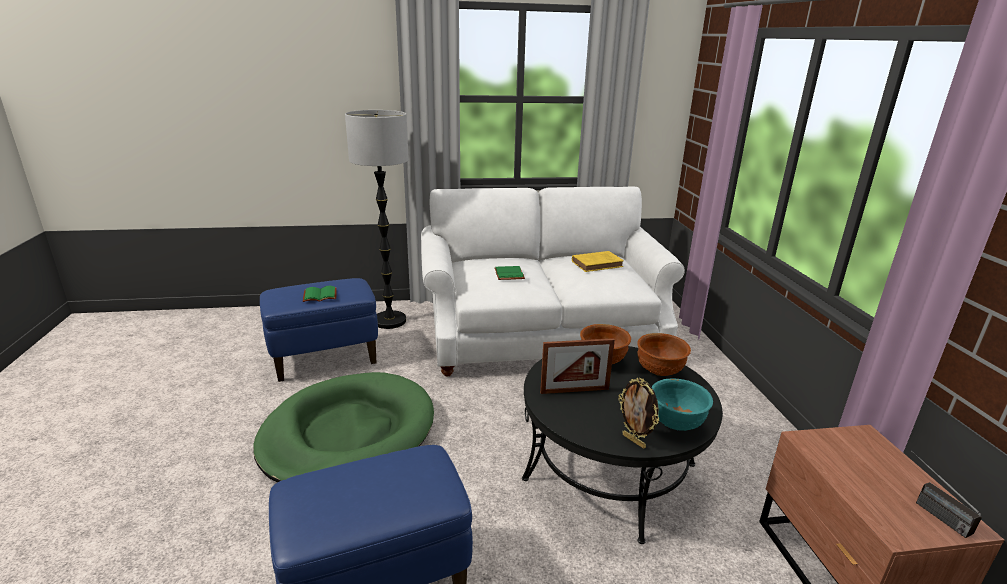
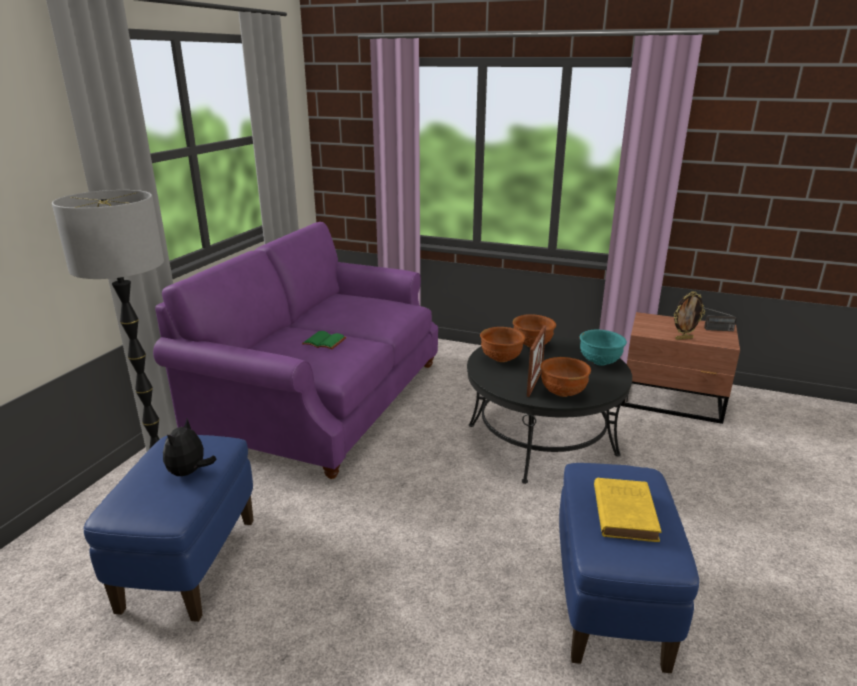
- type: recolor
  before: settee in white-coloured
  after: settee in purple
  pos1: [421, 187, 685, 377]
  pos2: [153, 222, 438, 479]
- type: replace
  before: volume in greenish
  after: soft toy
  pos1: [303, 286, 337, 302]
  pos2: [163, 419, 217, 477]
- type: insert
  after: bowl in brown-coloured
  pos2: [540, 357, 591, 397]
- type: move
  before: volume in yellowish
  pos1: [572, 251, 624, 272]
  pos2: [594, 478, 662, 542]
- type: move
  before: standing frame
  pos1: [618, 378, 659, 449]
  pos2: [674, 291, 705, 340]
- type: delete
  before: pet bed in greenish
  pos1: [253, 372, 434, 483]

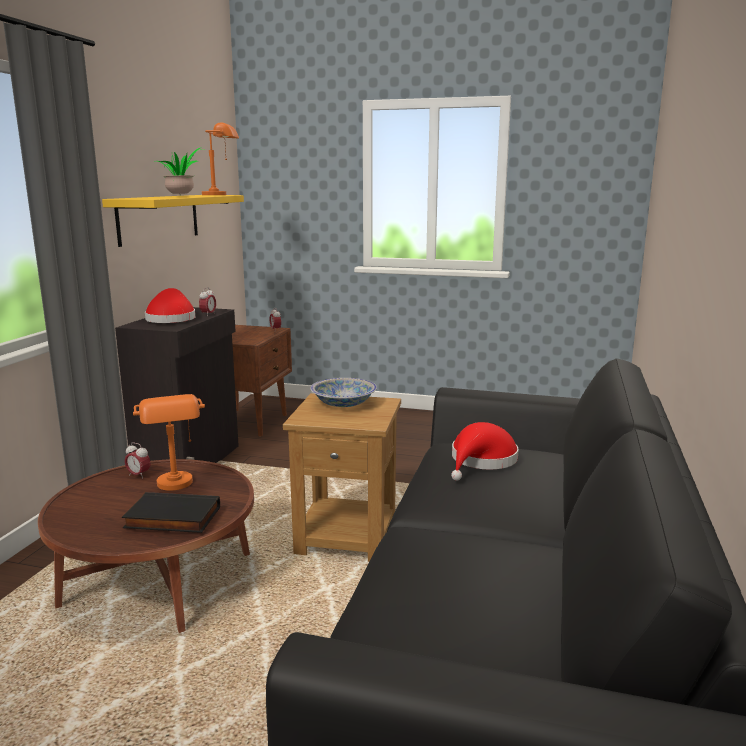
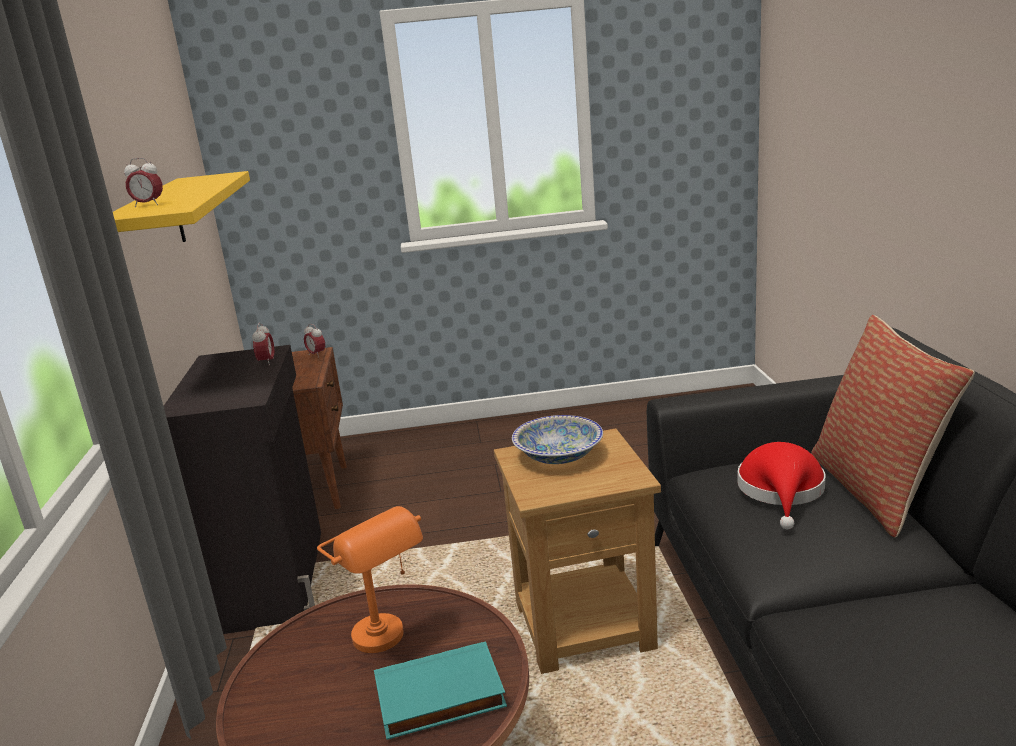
- type: move
  before: alarm clock
  pos1: [125, 442, 151, 479]
  pos2: [124, 158, 163, 207]
- type: recolor
  before: volume in black-coloured
  after: volume in turquoise-coloured
  pos1: [122, 492, 220, 533]
  pos2: [374, 641, 507, 740]
- type: insert
  after: cushion
  pos2: [811, 315, 975, 538]
- type: delete
  before: wearable hat in reddish
  pos1: [145, 288, 195, 323]
- type: delete
  before: plant in a pot
  pos1: [154, 147, 206, 194]
- type: delete
  before: lamp for a table in orange-coloured
  pos1: [202, 122, 239, 195]

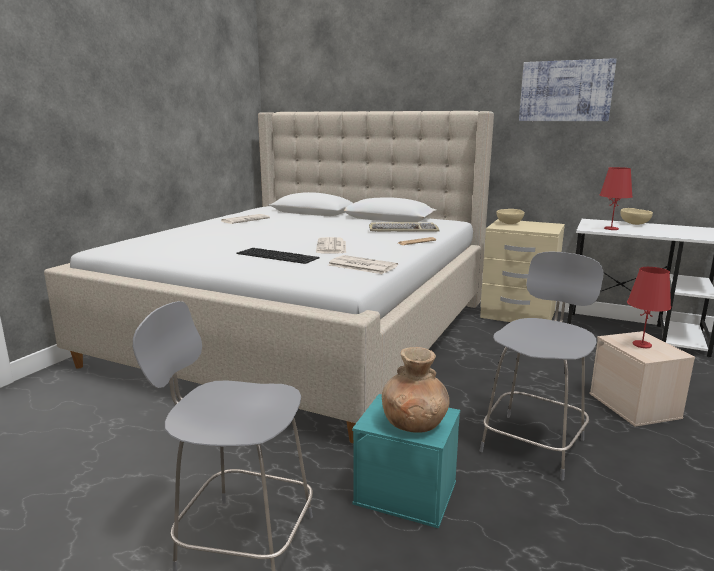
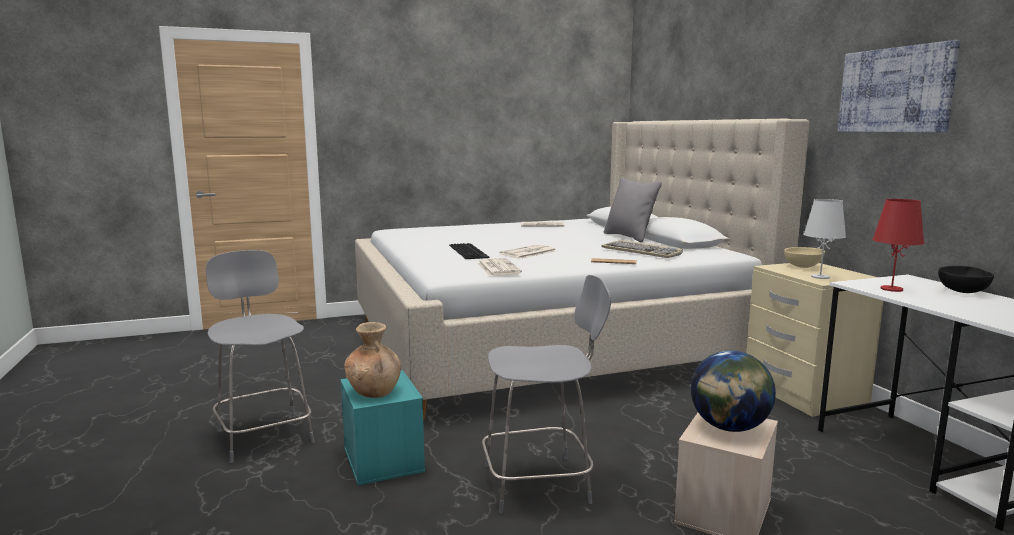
- type: insert
  after: cushion in greyish
  pos2: [604, 178, 662, 242]
- type: replace
  before: lamp for a table in reddish
  after: globe
  pos1: [627, 267, 671, 348]
  pos2: [691, 350, 776, 432]
- type: insert
  after: lamp for a table in white-coloured
  pos2: [804, 199, 846, 279]
- type: recolor
  before: bowl in beige
  after: bowl in black-coloured
  pos1: [620, 208, 653, 225]
  pos2: [938, 266, 994, 293]

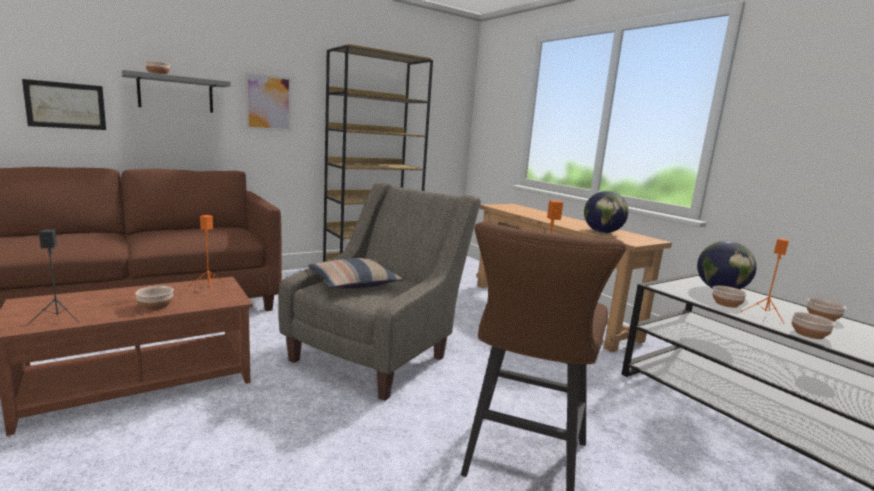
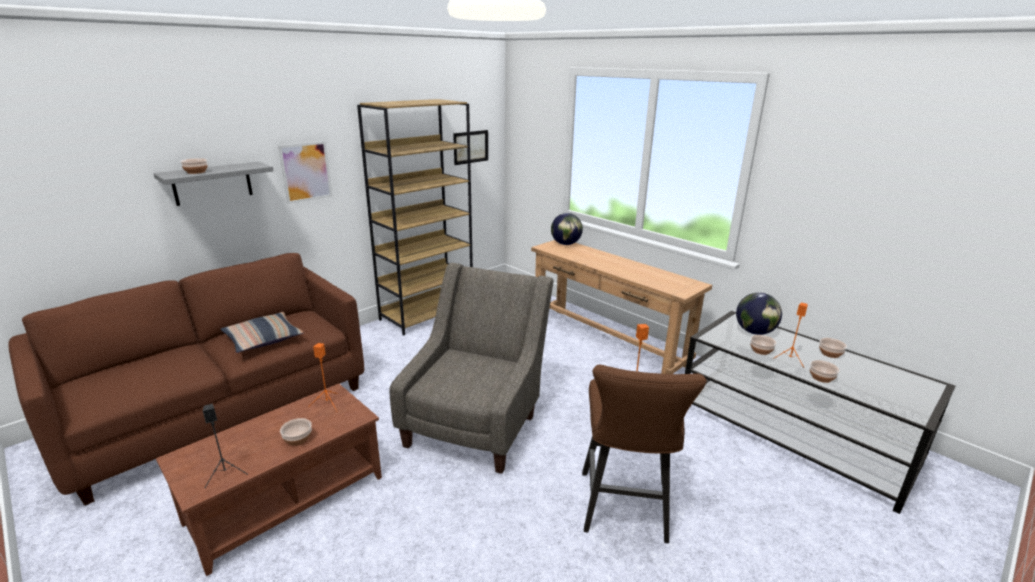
- type: move
  before: cushion
  pos1: [308, 258, 403, 289]
  pos2: [221, 312, 304, 353]
- type: move
  before: wall art
  pos1: [22, 79, 106, 130]
  pos2: [453, 130, 488, 165]
- type: move
  before: globe
  pos1: [584, 191, 629, 233]
  pos2: [551, 213, 583, 245]

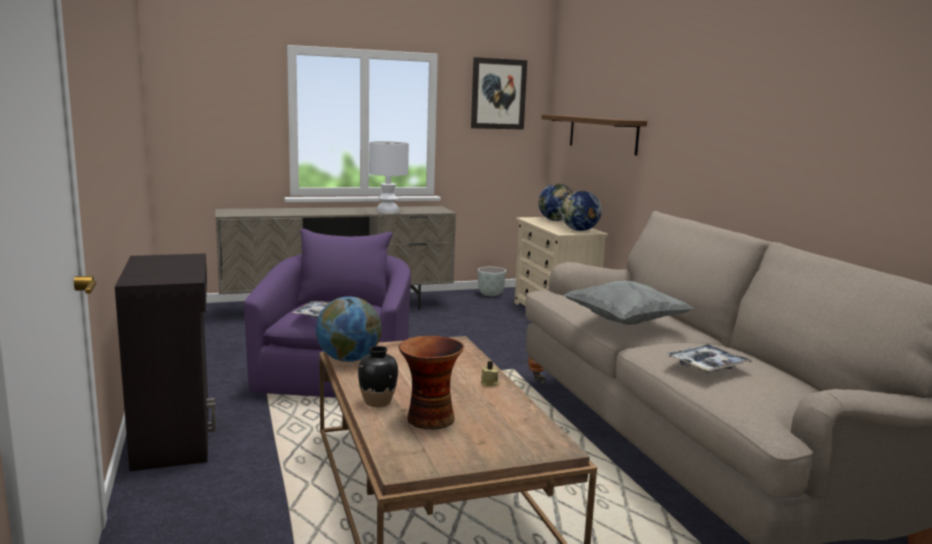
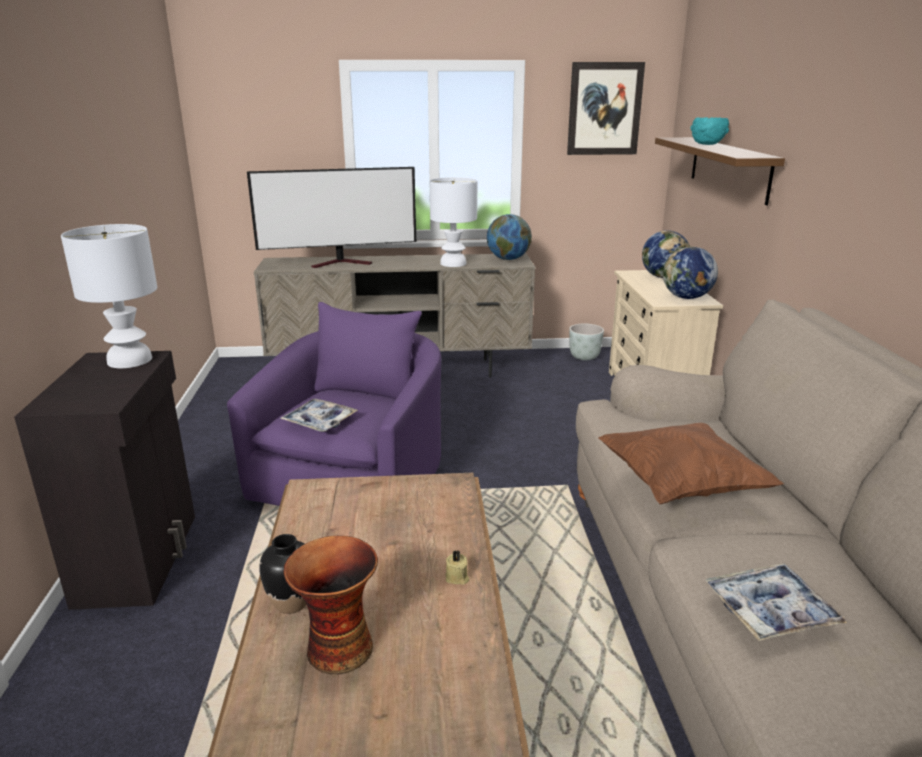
- type: insert
  after: lamp for a table in white-coloured
  pos2: [61, 224, 157, 368]
- type: insert
  after: TV set
  pos2: [247, 167, 416, 268]
- type: move
  before: globe
  pos1: [316, 296, 382, 362]
  pos2: [487, 214, 532, 260]
- type: recolor
  before: cushion in greyish
  after: cushion in brown-coloured
  pos1: [564, 281, 693, 325]
  pos2: [598, 423, 784, 504]
- type: insert
  after: bowl in turquoise-coloured
  pos2: [690, 117, 729, 145]

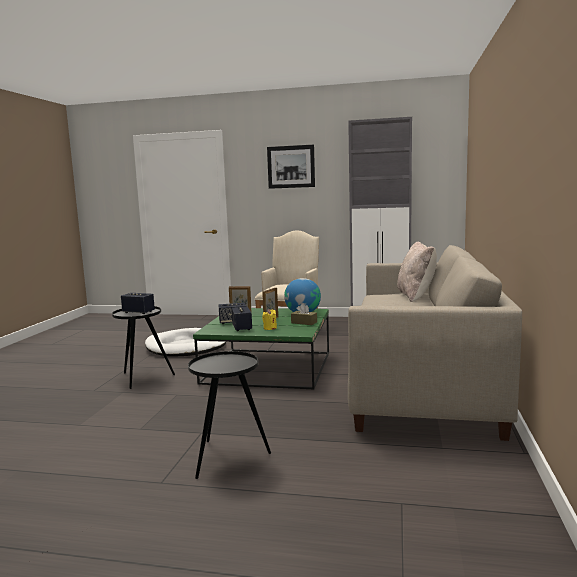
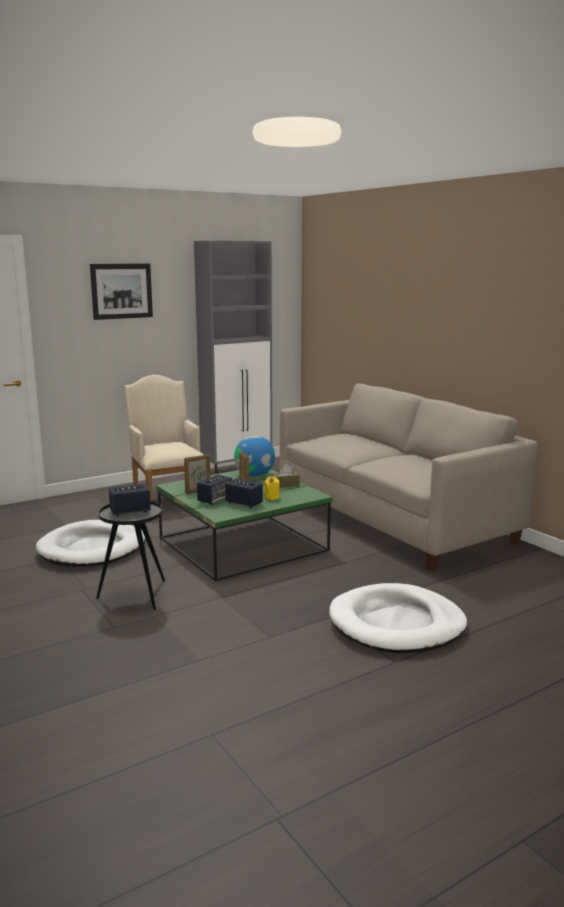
- type: replace
  before: side table in black-coloured
  after: pet bed in white-coloured
  pos1: [188, 351, 271, 479]
  pos2: [329, 583, 467, 653]
- type: delete
  before: cushion in beige
  pos1: [397, 241, 437, 302]

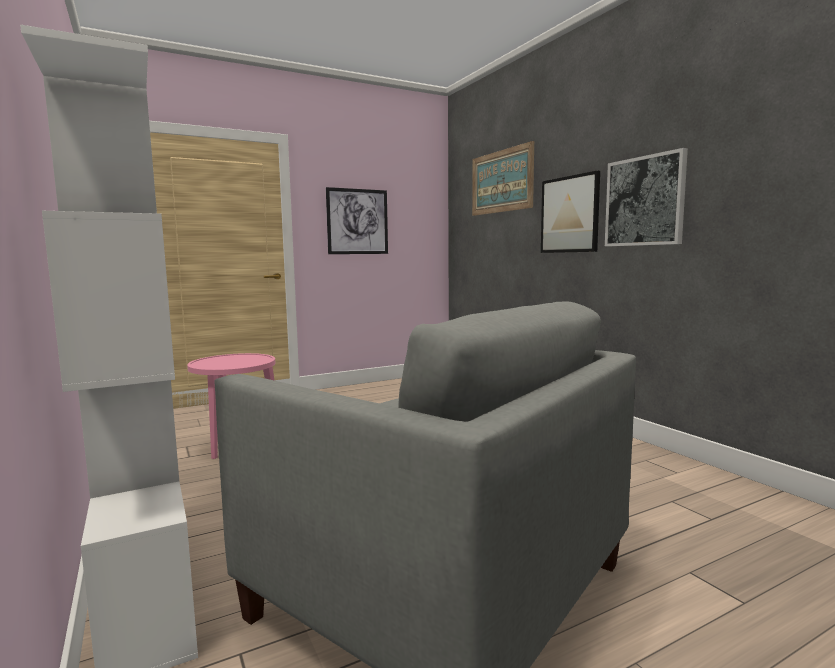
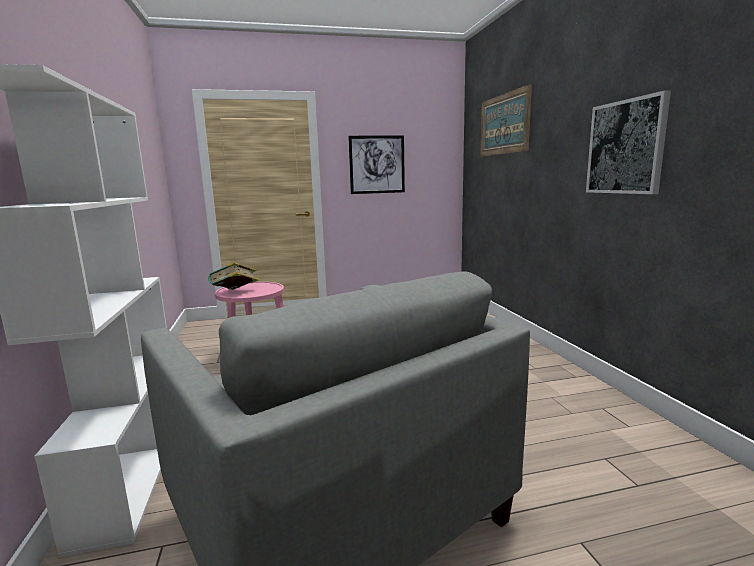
- type: insert
  after: volume
  pos2: [209, 262, 259, 290]
- type: delete
  before: wall art
  pos1: [541, 170, 600, 253]

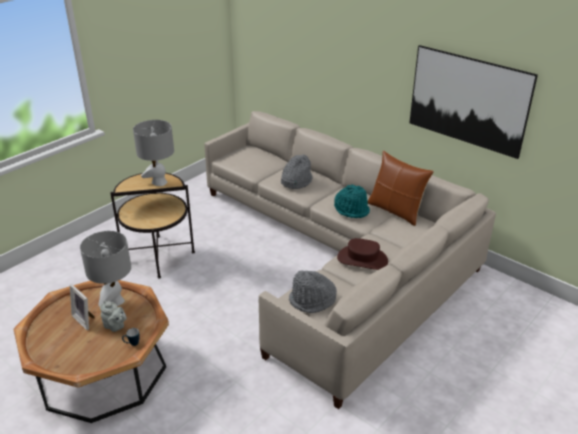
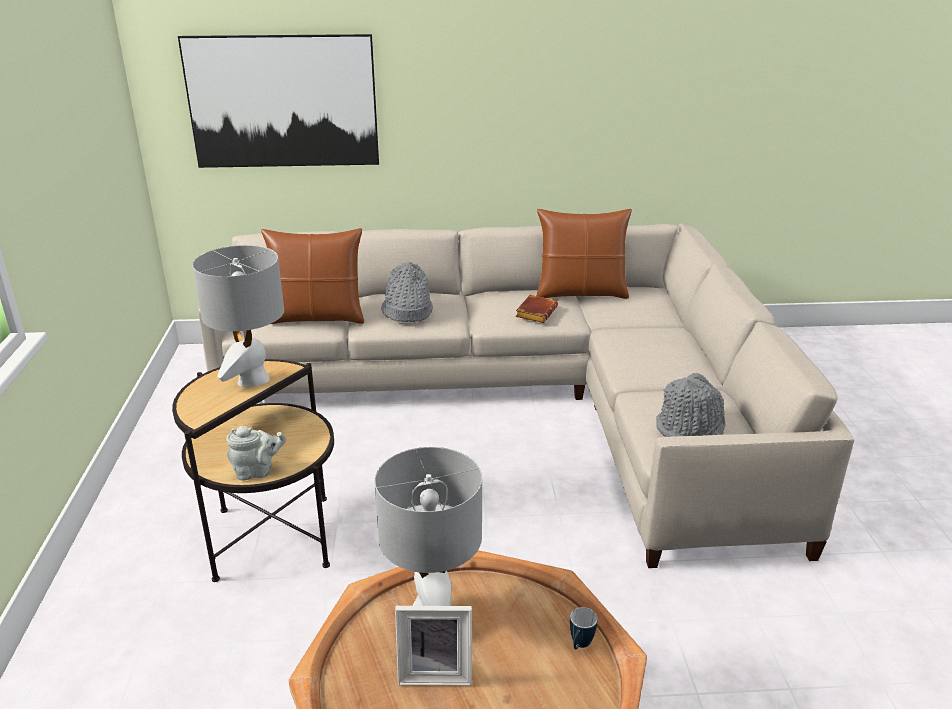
- type: move
  before: wall art
  pos1: [409, 45, 538, 159]
  pos2: [178, 34, 379, 168]
- type: move
  before: pot for tea in greyish
  pos1: [100, 301, 127, 332]
  pos2: [226, 426, 286, 480]
- type: insert
  after: cushion in brown-coloured
  pos2: [261, 228, 364, 324]
- type: replace
  before: wearable hat in turquoise-coloured
  after: volume in brown-coloured
  pos1: [334, 184, 370, 218]
  pos2: [515, 295, 558, 323]
- type: delete
  before: wearable hat in brown-coloured
  pos1: [337, 238, 388, 270]

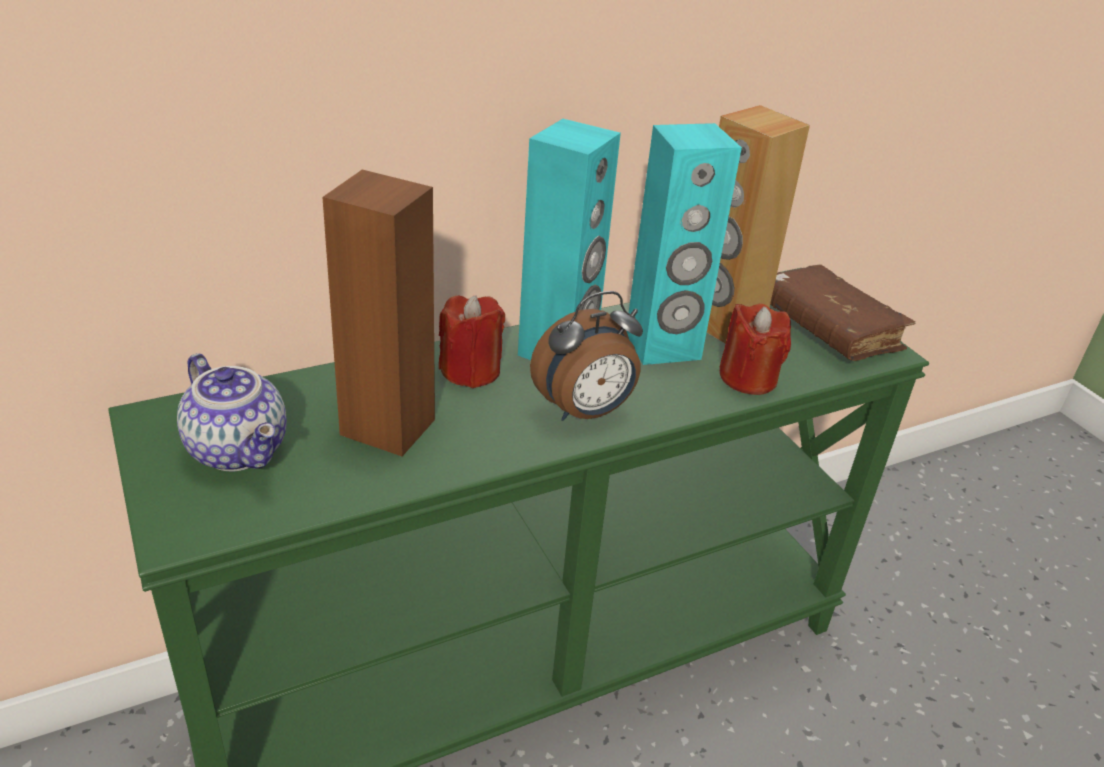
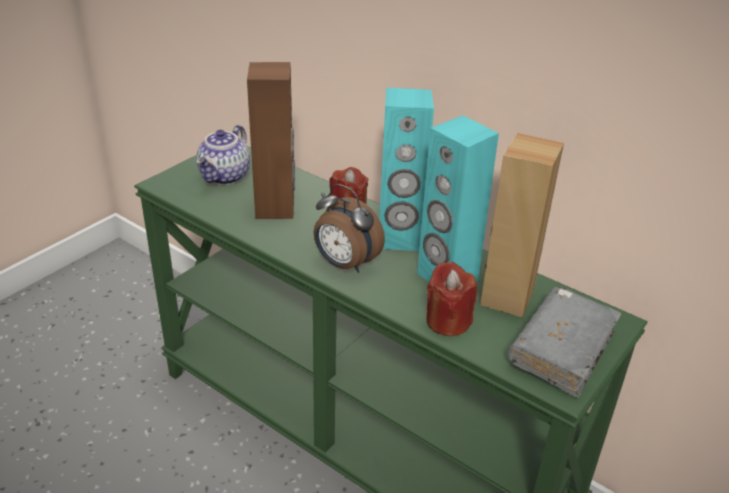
- type: recolor
  before: volume in brown-coloured
  after: volume in greyish
  pos1: [770, 265, 916, 361]
  pos2: [509, 287, 621, 398]

